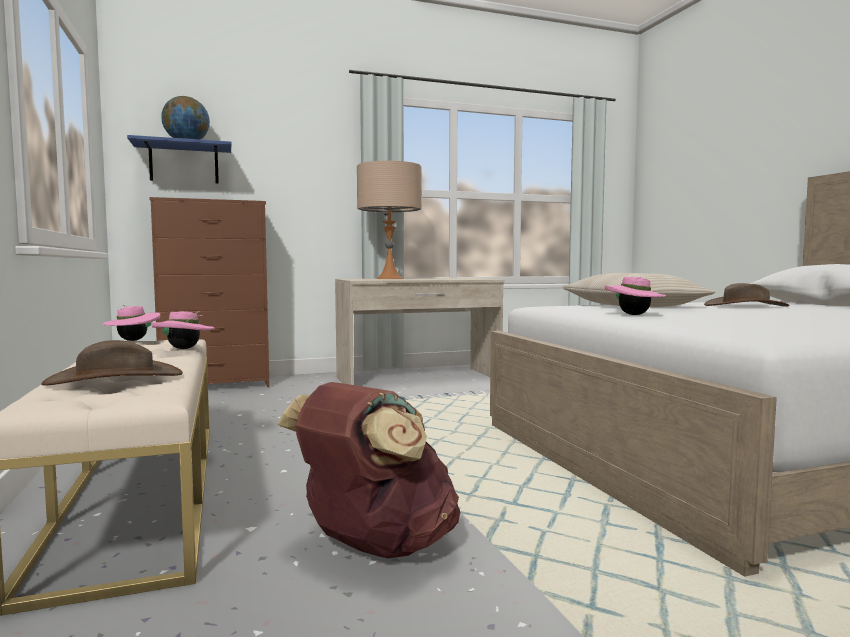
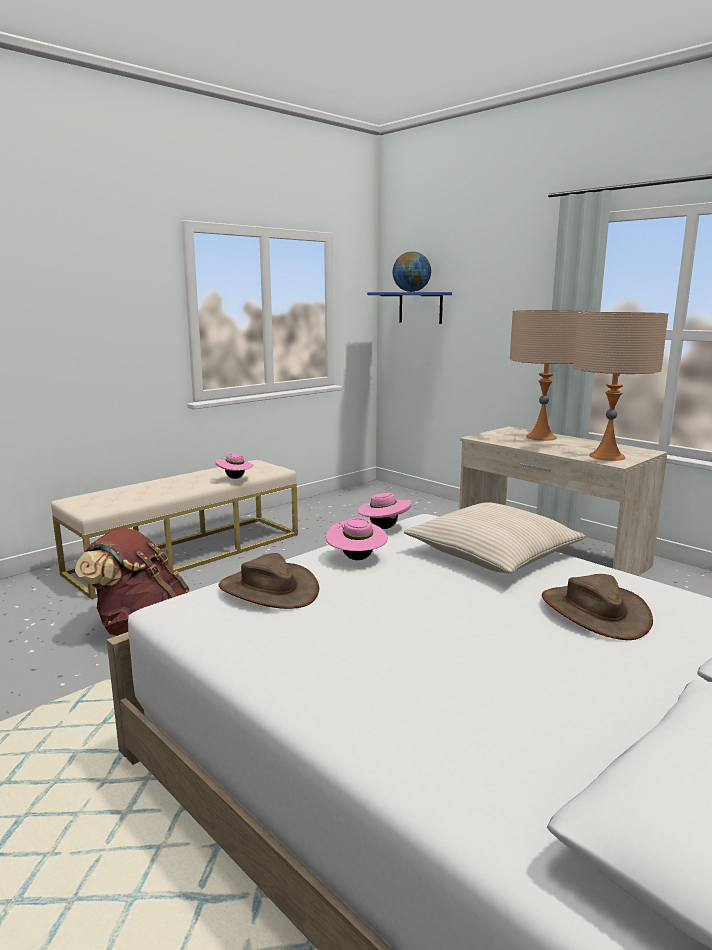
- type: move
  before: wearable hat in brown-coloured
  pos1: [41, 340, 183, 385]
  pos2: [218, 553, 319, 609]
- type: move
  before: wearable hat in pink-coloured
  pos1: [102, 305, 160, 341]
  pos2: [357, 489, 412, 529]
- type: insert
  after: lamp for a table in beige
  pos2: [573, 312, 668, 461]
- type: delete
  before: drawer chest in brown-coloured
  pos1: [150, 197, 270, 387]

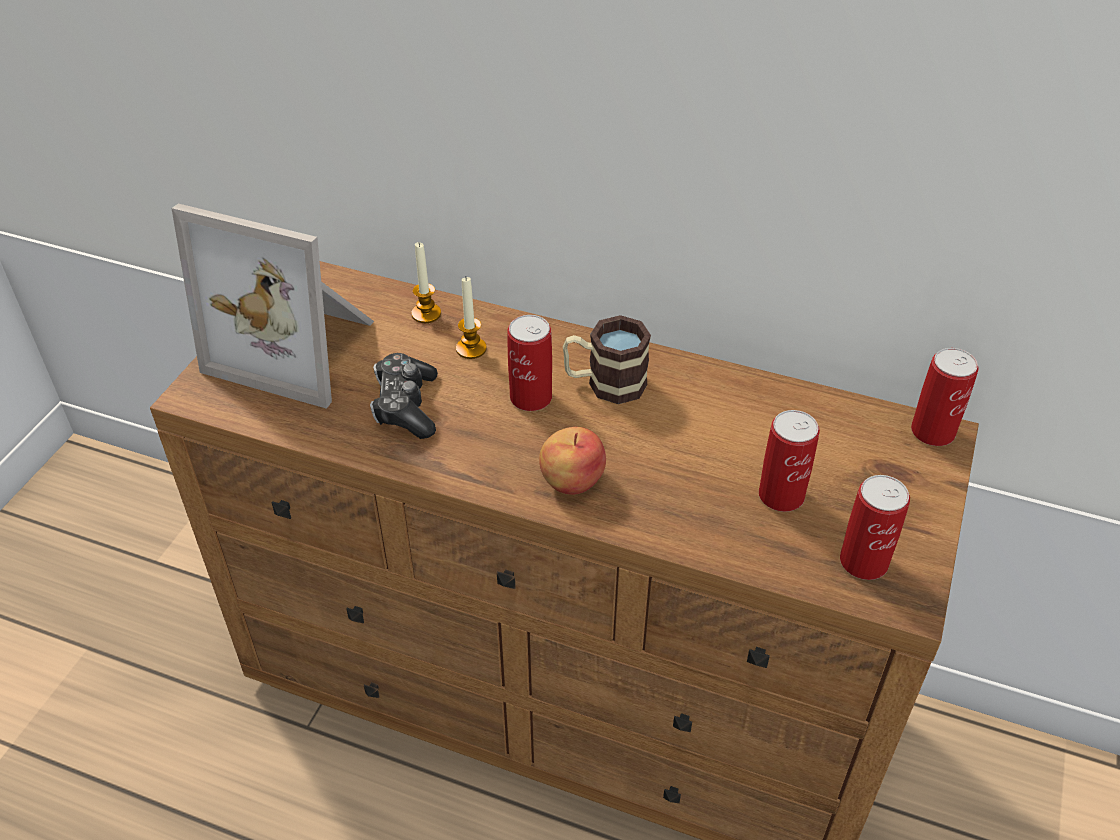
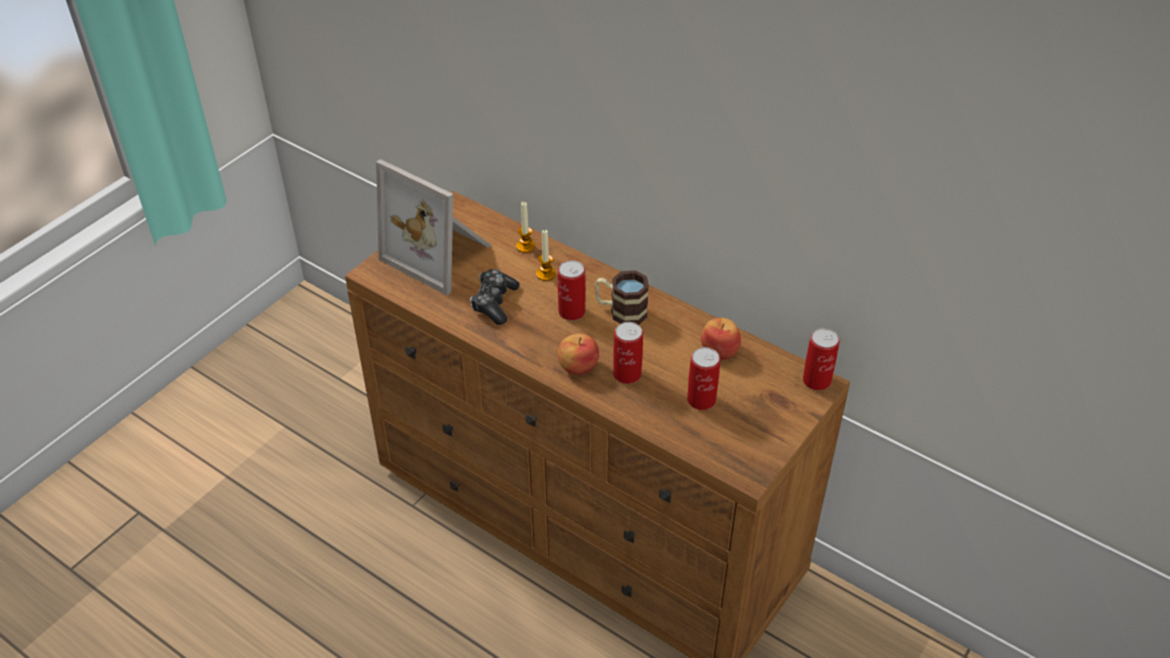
- type: move
  before: can
  pos1: [840, 475, 910, 580]
  pos2: [613, 322, 643, 384]
- type: insert
  after: whole apple
  pos2: [701, 318, 741, 360]

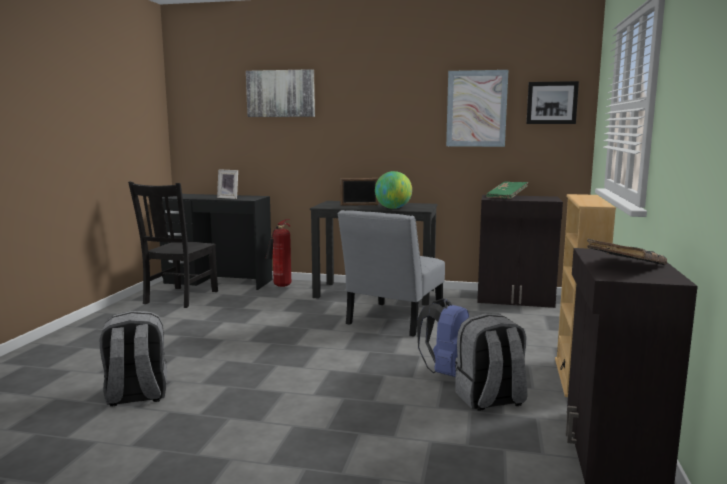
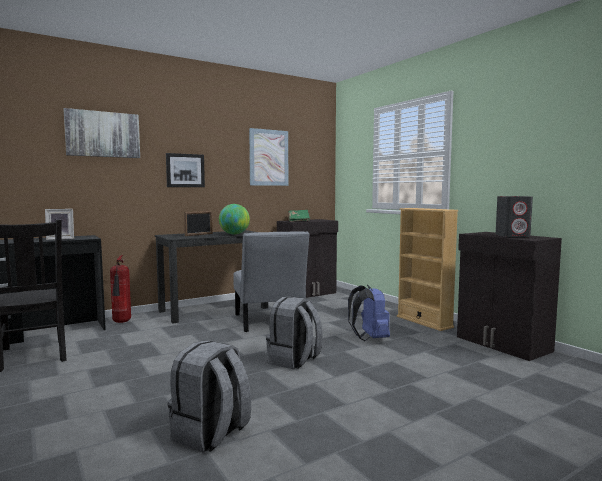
- type: move
  before: wall art
  pos1: [526, 81, 579, 124]
  pos2: [166, 153, 205, 187]
- type: move
  before: knapsack in greyish
  pos1: [455, 313, 527, 411]
  pos2: [266, 296, 323, 369]
- type: replace
  before: volume in black-coloured
  after: speaker in greyish
  pos1: [587, 239, 667, 265]
  pos2: [496, 196, 533, 238]

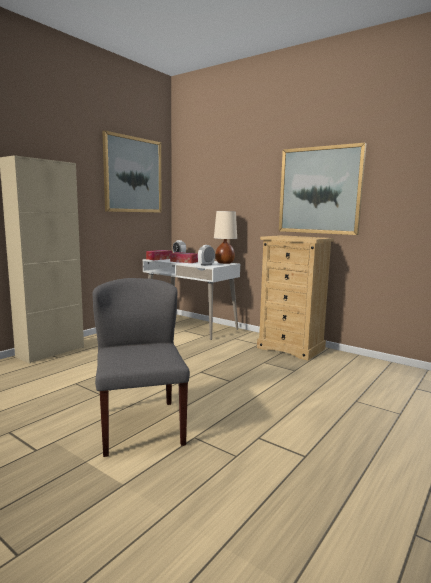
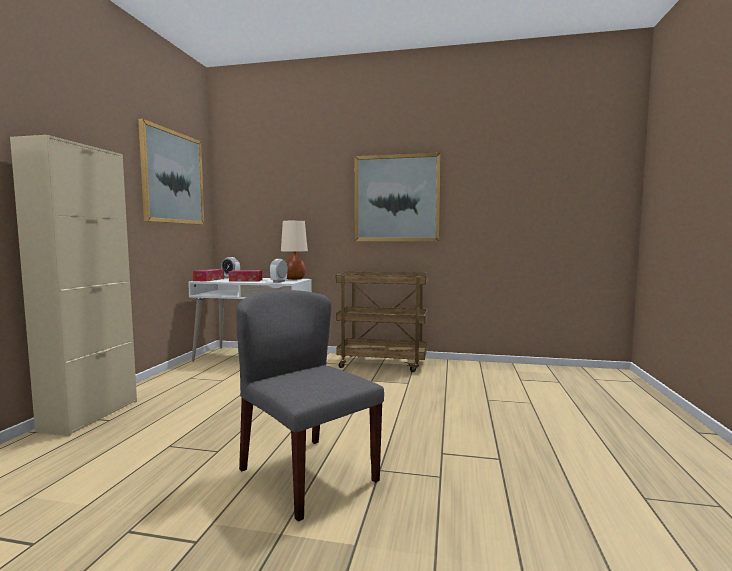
- type: replace
  before: drawer chest in beige
  after: wheeled cart in brown-coloured
  pos1: [257, 235, 334, 361]
  pos2: [336, 272, 429, 372]

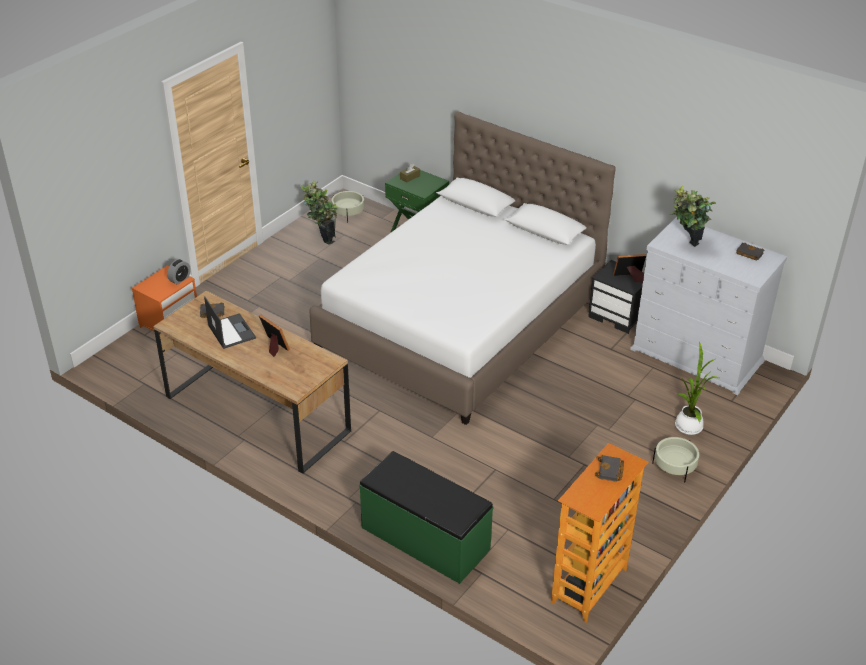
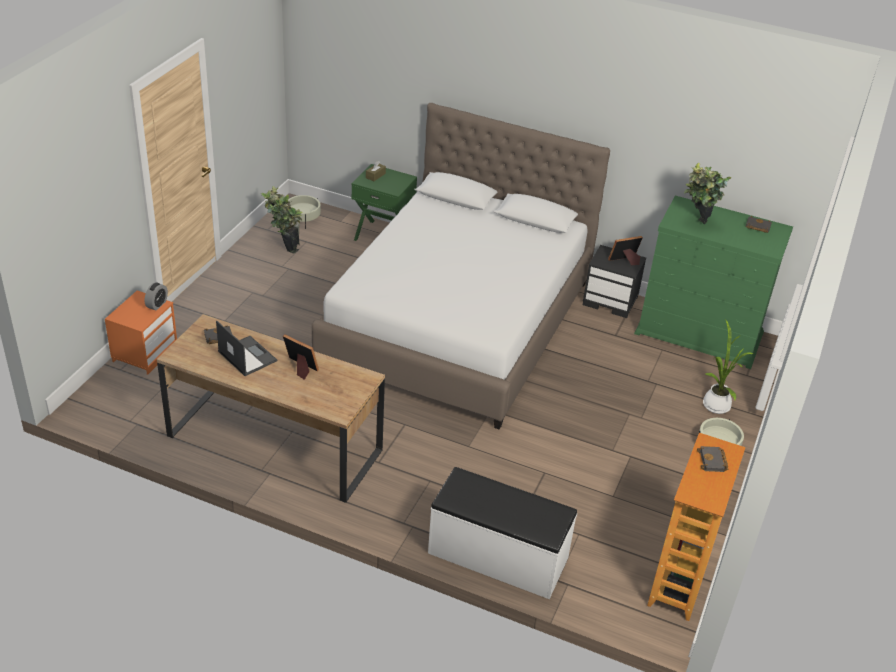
- type: recolor
  before: indoor bench in greenish
  after: indoor bench in white-coloured
  pos1: [360, 451, 493, 584]
  pos2: [428, 467, 577, 599]
- type: recolor
  before: drawer chest in white-coloured
  after: drawer chest in greenish
  pos1: [630, 217, 787, 395]
  pos2: [634, 196, 793, 369]

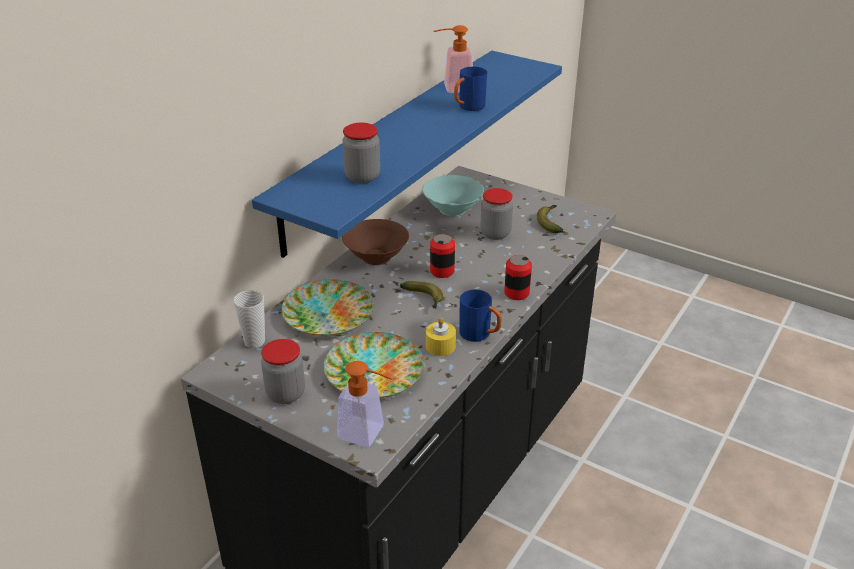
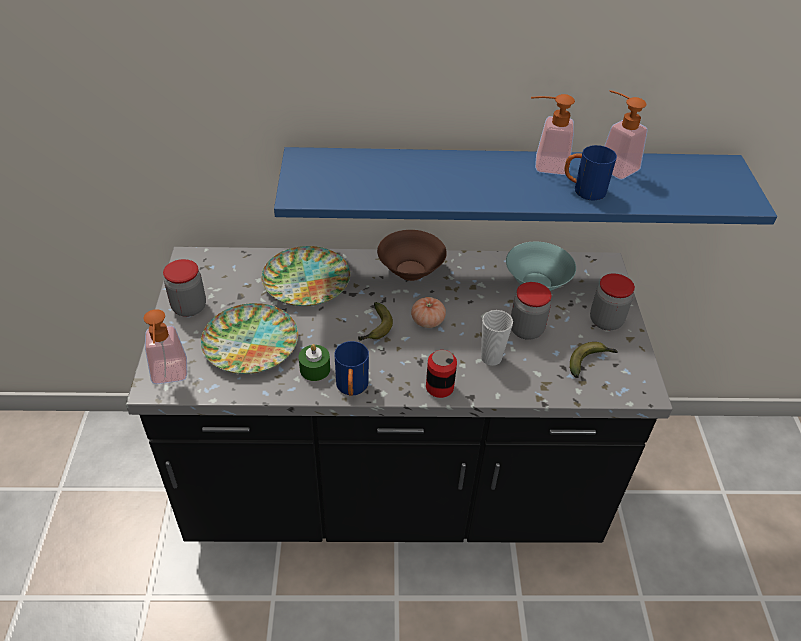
- type: recolor
  before: candle in yellowish
  after: candle in greenish
  pos1: [426, 318, 456, 356]
  pos2: [299, 344, 330, 381]
- type: replace
  before: can
  after: whole tomato
  pos1: [430, 234, 455, 278]
  pos2: [411, 297, 446, 328]
- type: move
  before: small cup
  pos1: [233, 290, 265, 348]
  pos2: [481, 310, 513, 366]
- type: insert
  after: soap dispenser
  pos2: [531, 94, 575, 175]
- type: move
  before: storage jar
  pos1: [342, 123, 380, 183]
  pos2: [590, 274, 635, 330]

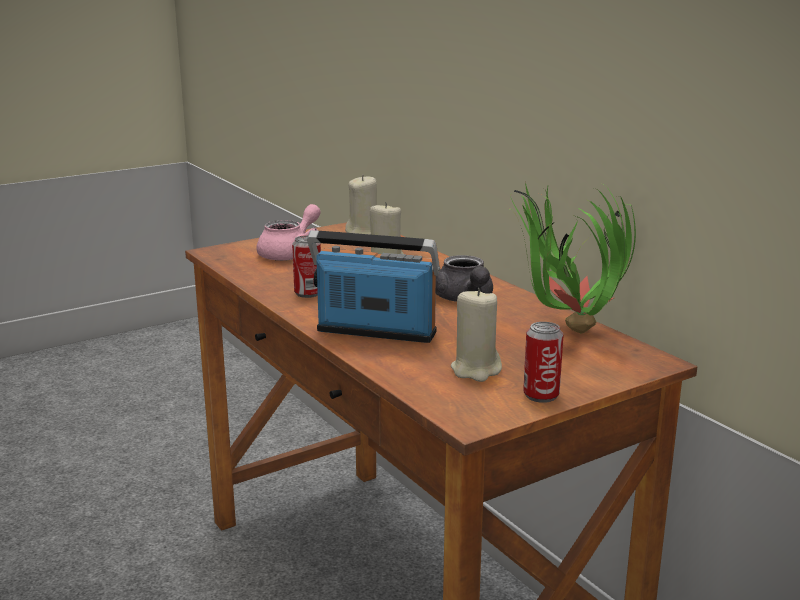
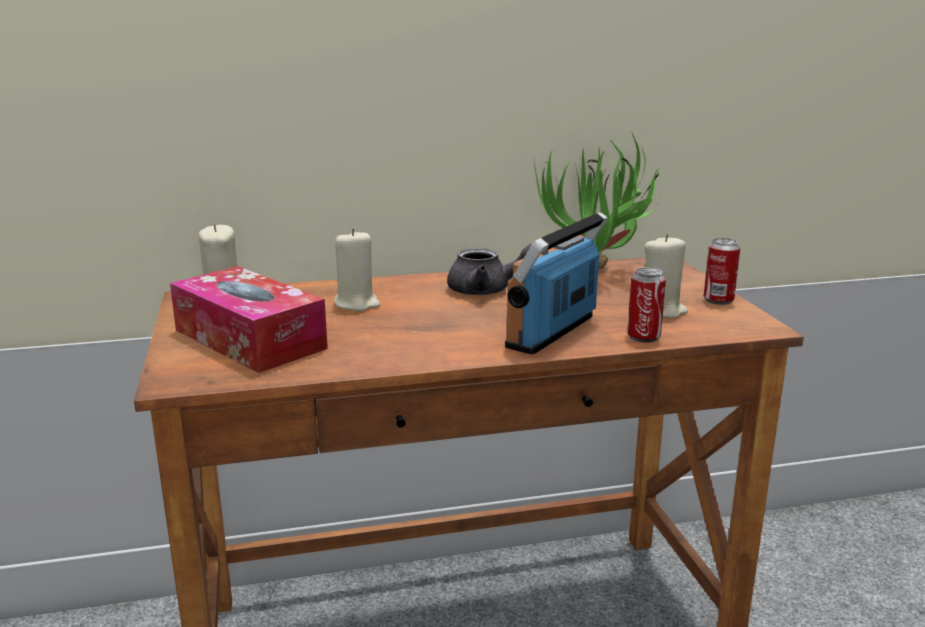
- type: replace
  before: pot for tea in pink-coloured
  after: box of tissues
  pos1: [256, 204, 321, 261]
  pos2: [170, 266, 328, 373]
- type: move
  before: can
  pos1: [292, 235, 321, 298]
  pos2: [627, 268, 666, 343]

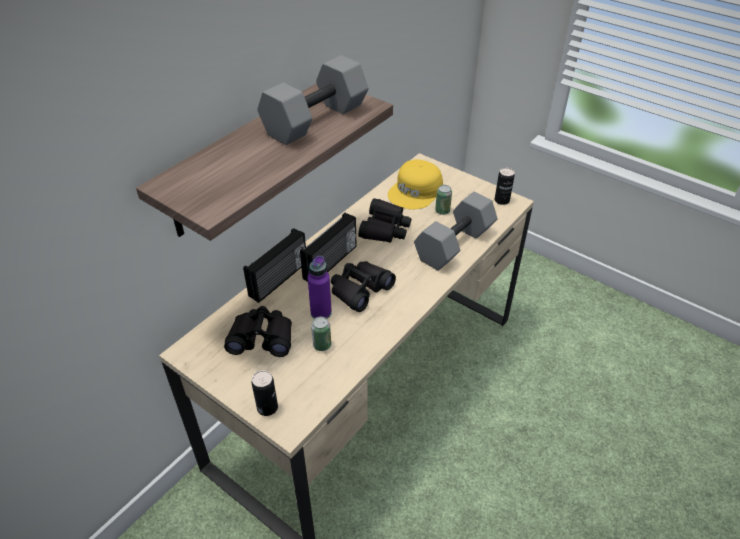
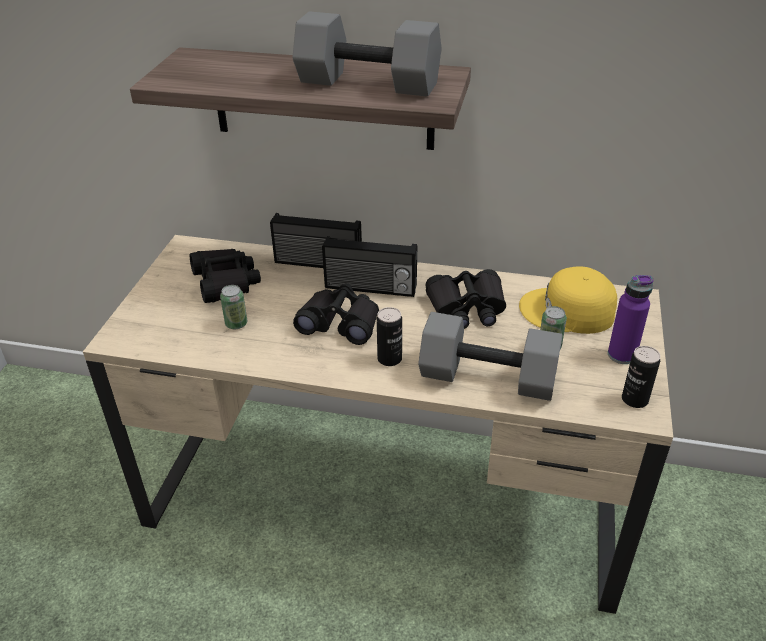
- type: move
  before: can
  pos1: [252, 370, 278, 416]
  pos2: [377, 307, 402, 366]
- type: move
  before: beverage bottle in purple
  pos1: [307, 256, 332, 319]
  pos2: [608, 275, 653, 364]

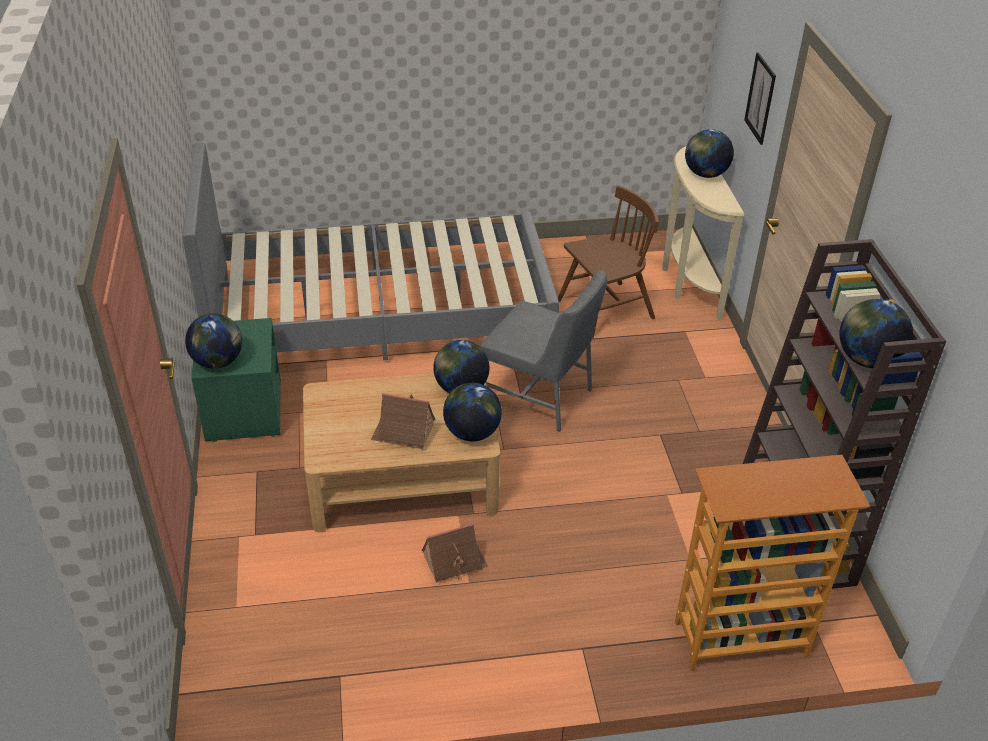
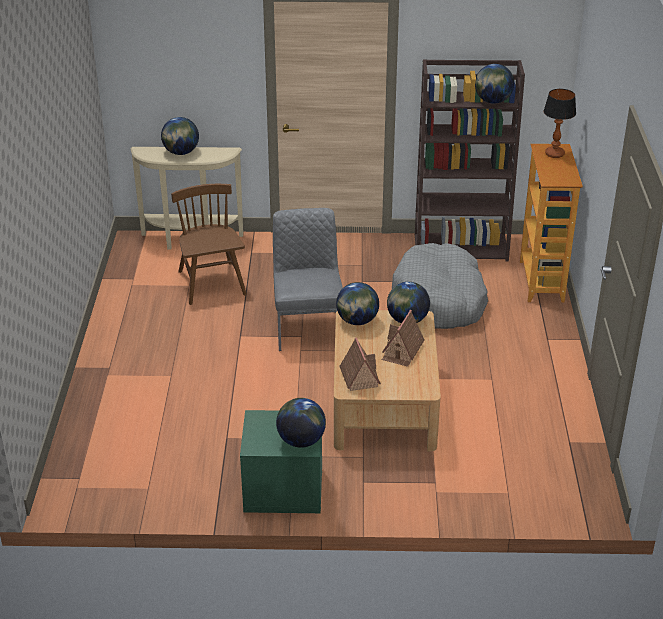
- type: rotate
  before: upright chair in greyish
  pos1: [480, 270, 607, 432]
  pos2: [273, 208, 343, 351]
  turn: -45
- type: move
  before: miniature house
  pos1: [421, 523, 488, 583]
  pos2: [339, 337, 381, 391]
- type: insert
  after: pet bed in greyish
  pos2: [392, 243, 488, 329]
- type: insert
  after: lamp for a table
  pos2: [544, 89, 576, 158]
- type: delete
  before: bedroom bed in greyish
  pos1: [182, 142, 559, 360]
- type: delete
  before: wall art
  pos1: [744, 53, 776, 145]

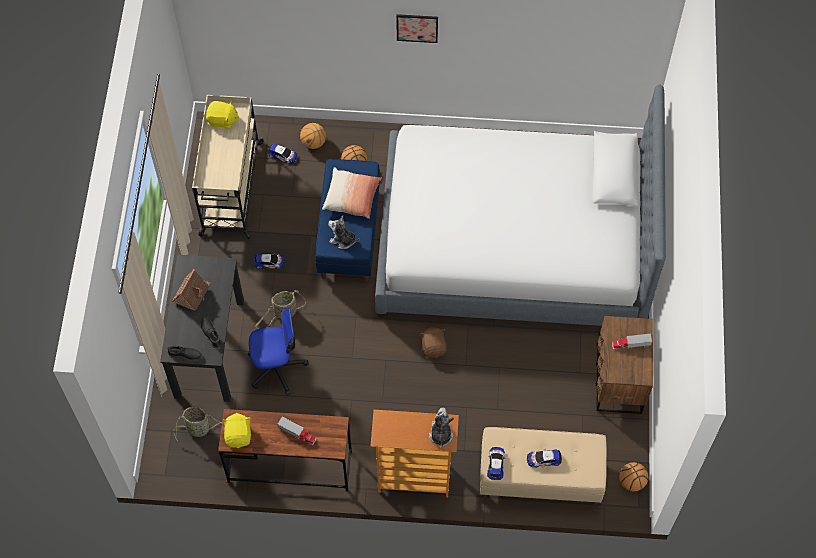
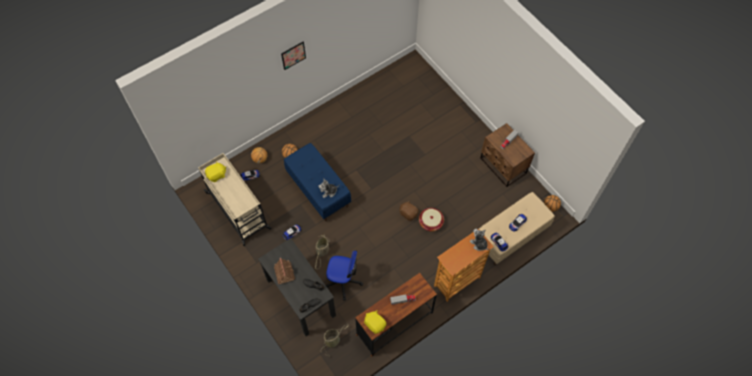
- type: rotate
  before: computer chair
  pos1: [248, 308, 309, 396]
  pos2: [326, 251, 363, 301]
  turn: 60
- type: insert
  after: household basket
  pos2: [419, 208, 444, 232]
- type: delete
  before: cushion
  pos1: [322, 167, 382, 219]
- type: delete
  before: bedroom bed
  pos1: [375, 84, 666, 326]

